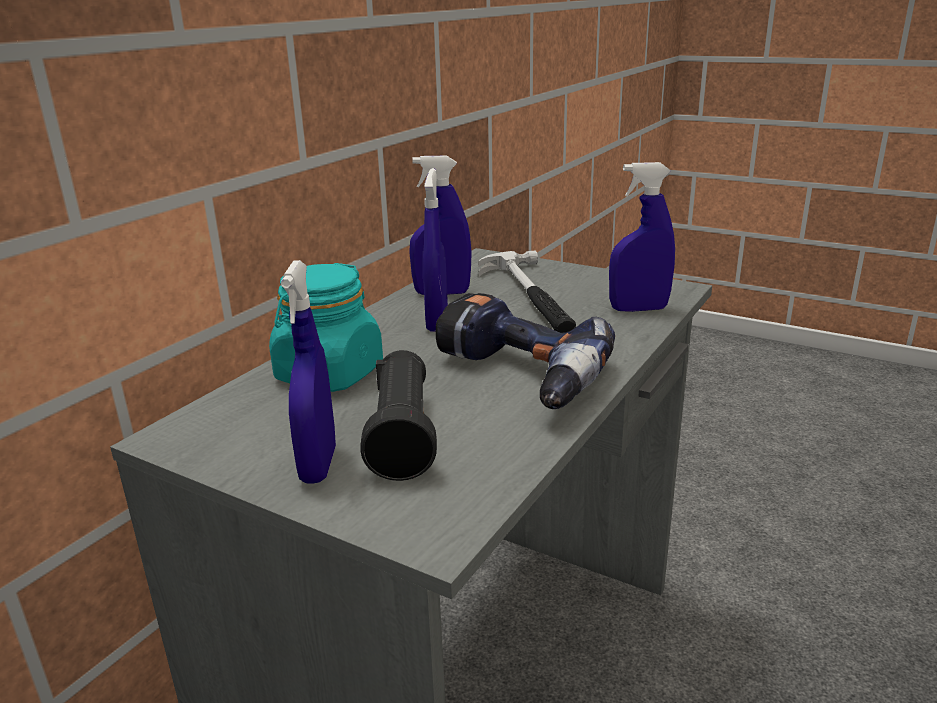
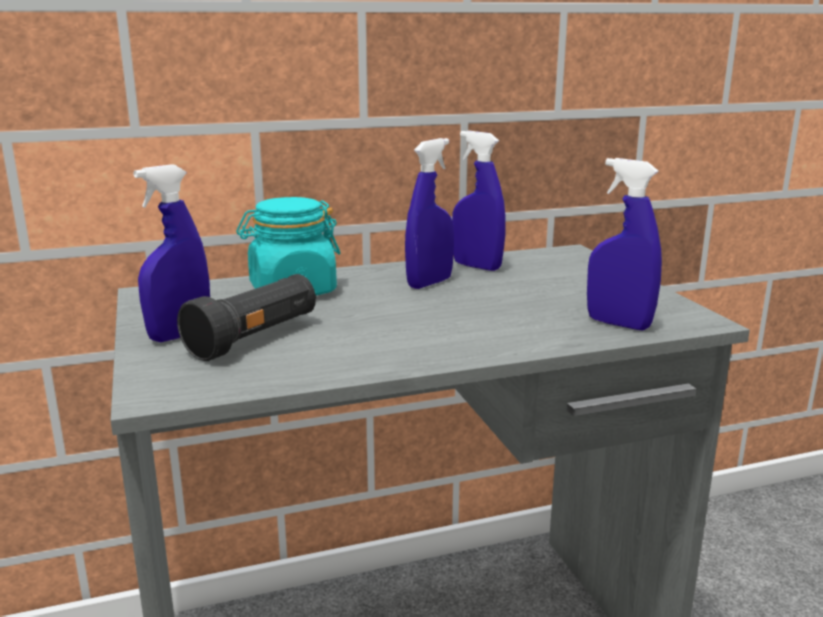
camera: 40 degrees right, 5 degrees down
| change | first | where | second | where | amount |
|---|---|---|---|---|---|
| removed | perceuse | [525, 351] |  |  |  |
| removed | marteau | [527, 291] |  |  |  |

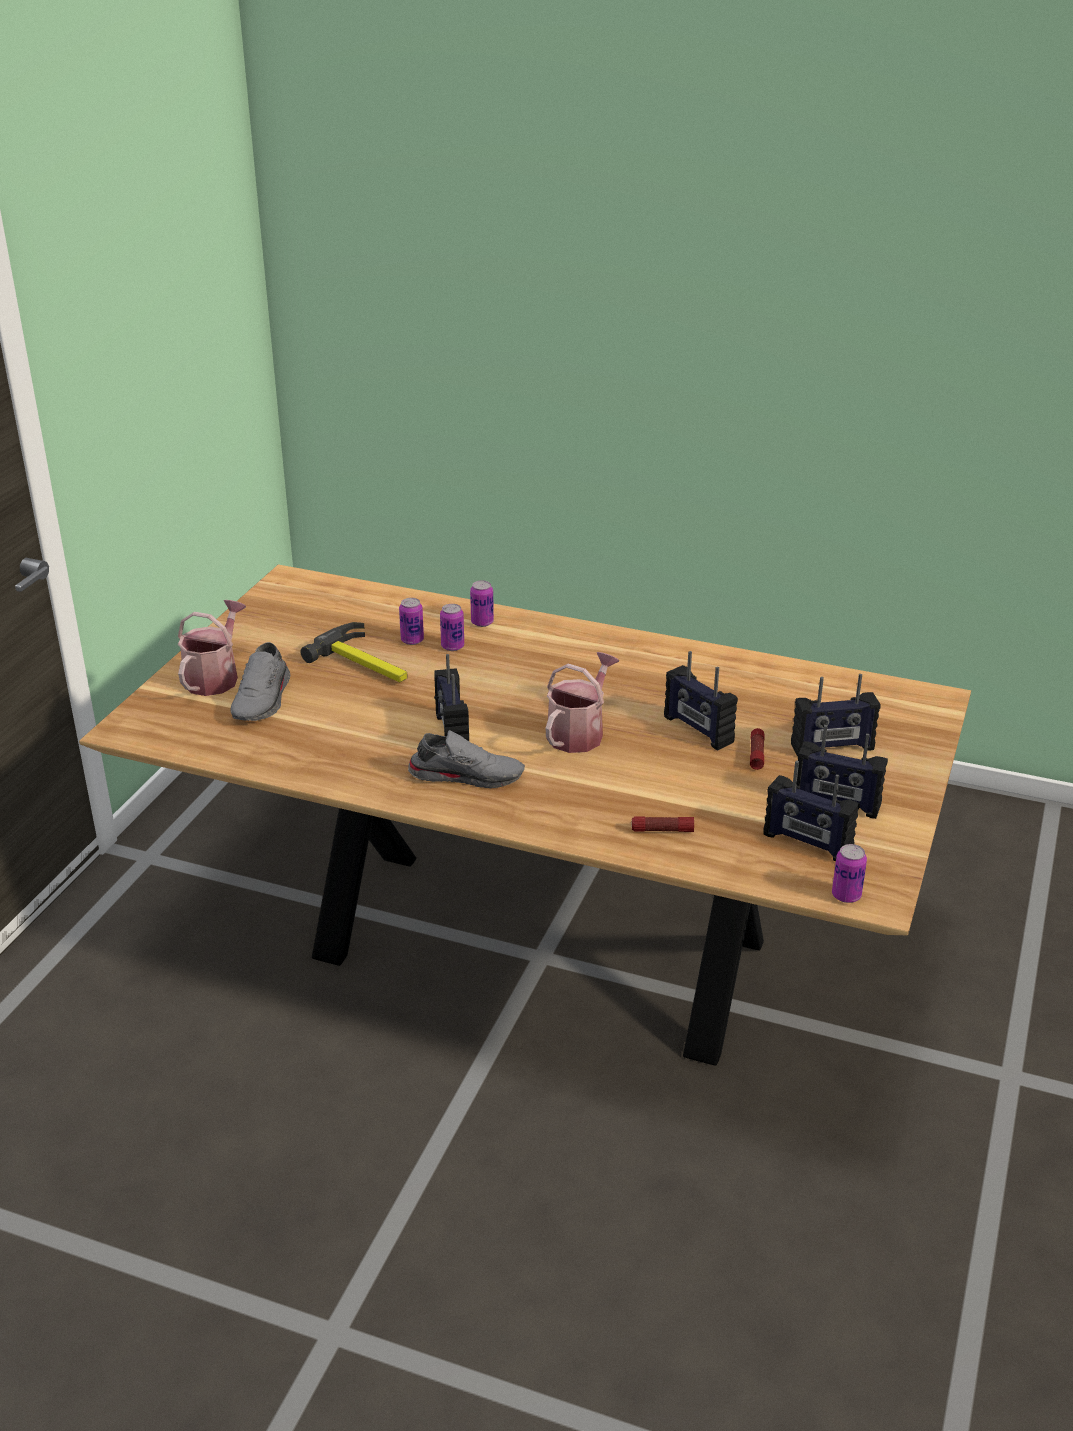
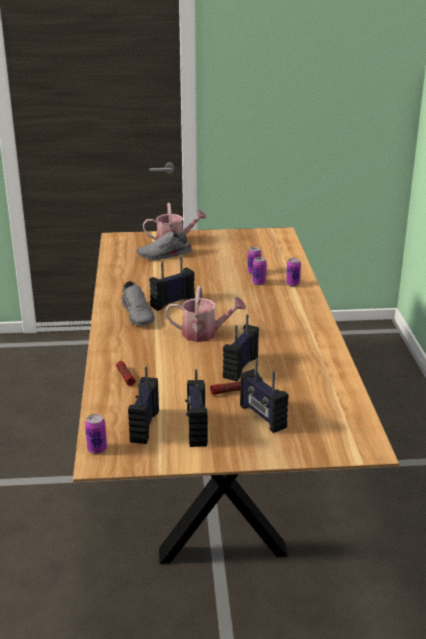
camera: 65 degrees right, 5 degrees down
| change | first | where | second | where | amount |
|---|---|---|---|---|---|
| removed | marteau | [354, 652] |  |  |  |

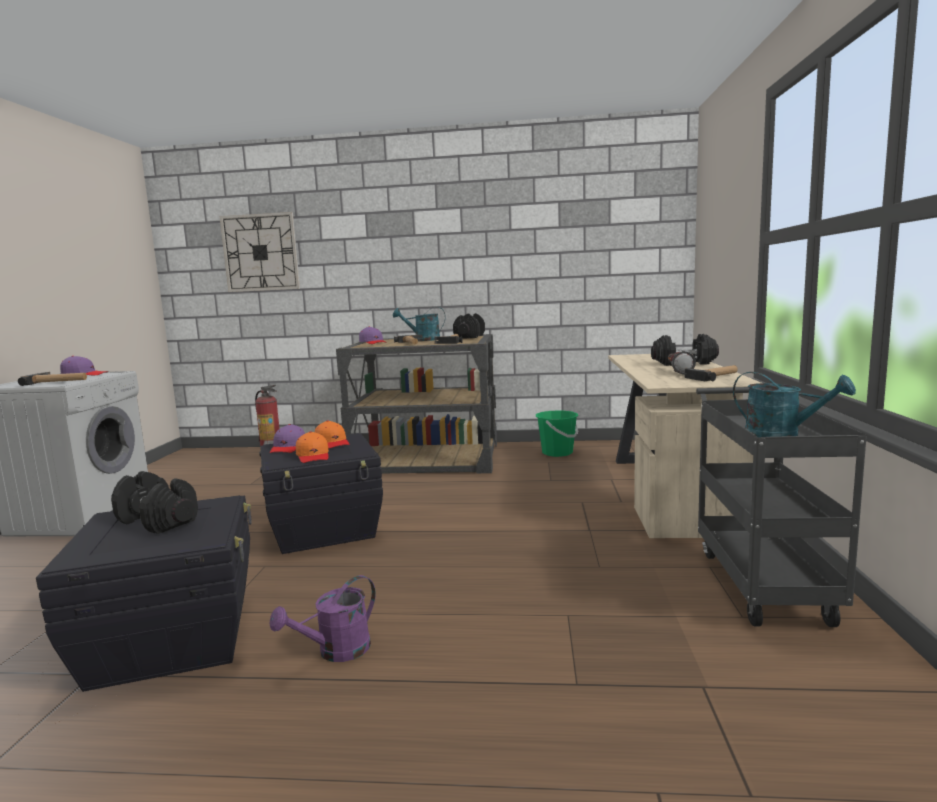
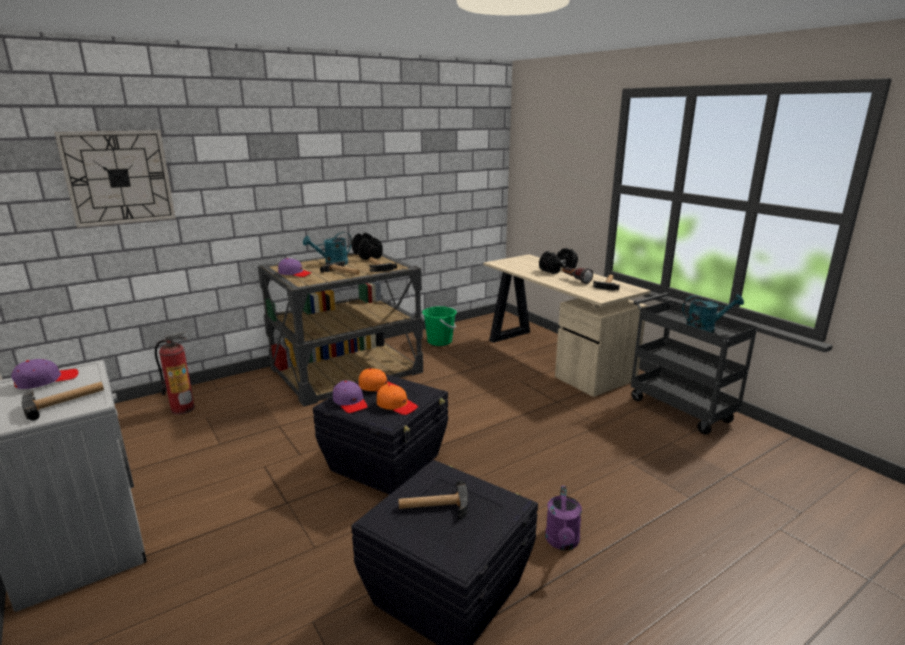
camera: 40 degrees left, 10 degrees up
| change | first | where | second | where | amount |
|---|---|---|---|---|---|
| replaced | haltère [noir] | [154, 502] | marteau | [433, 500] |  |

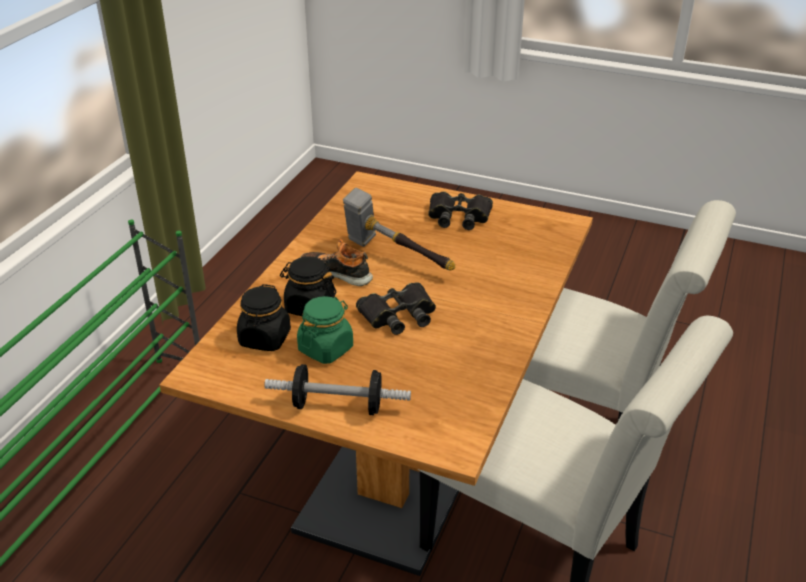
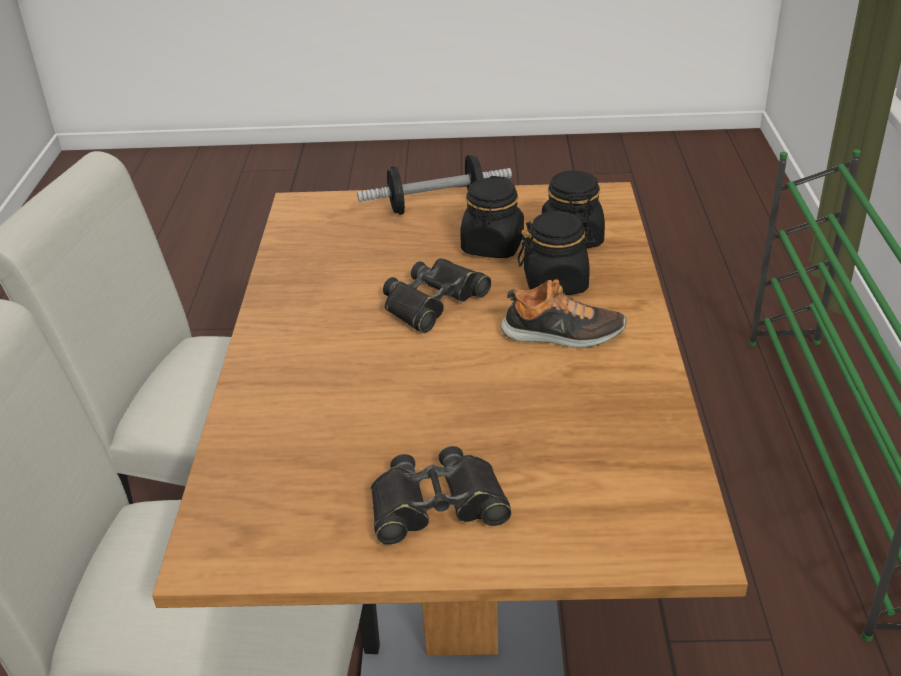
camera: 160 degrees right, 0 degrees up
| change | first | where | second | where | amount |
|---|---|---|---|---|---|
| removed | marteau | [399, 229] |  |  |  |
| recoloured | bocal [vert] | [325, 330] | bocal [noir] | [492, 217] |  |

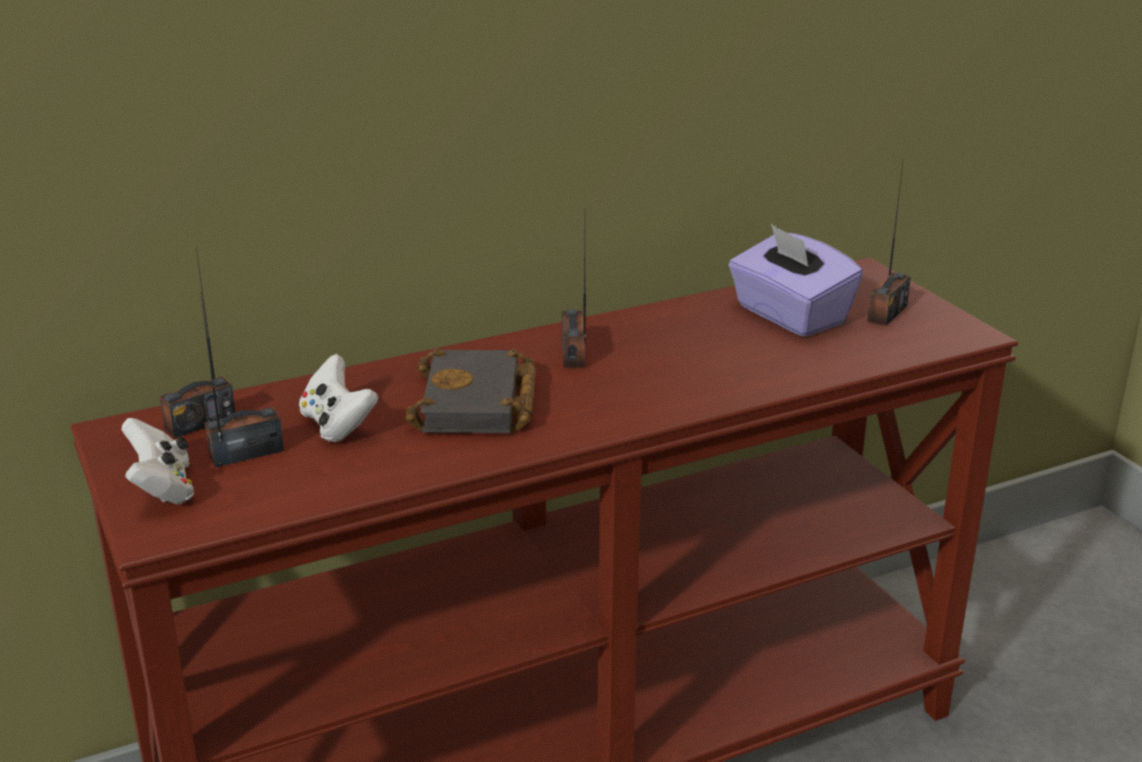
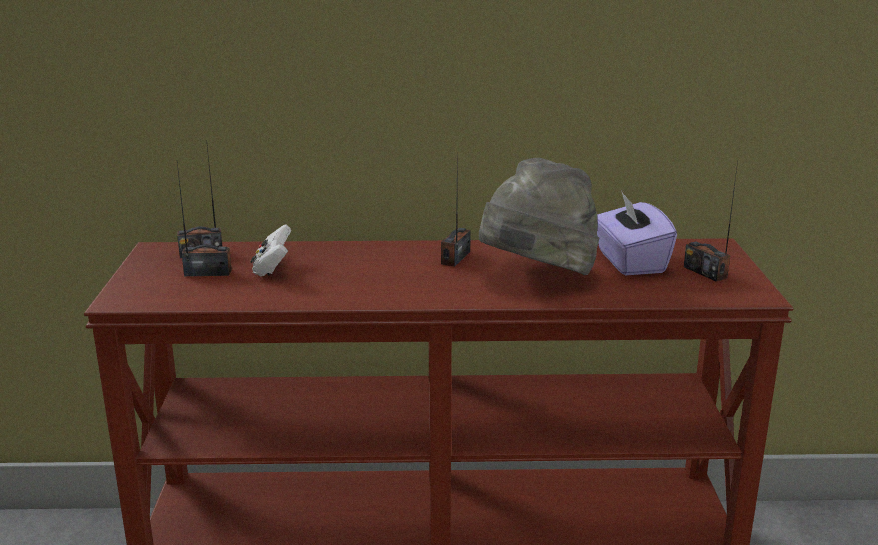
camera: 25 degrees right, 5 degrees down
| change | first | where | second | where | amount |
|---|---|---|---|---|---|
| removed | manette [blanc] | [157, 461] |  |  |  |
| removed | livre [noir] | [470, 391] |  |  |  |
| added |  |  | chapeau [gris] | [539, 216] |  |
| turned | radio | [889, 244] |  | [711, 221] | 90 degrees clockwise |

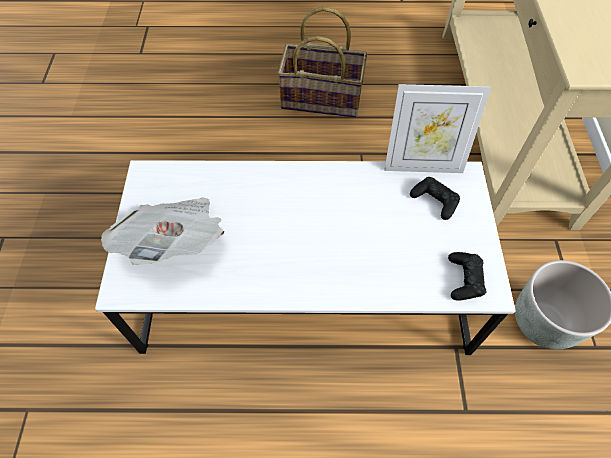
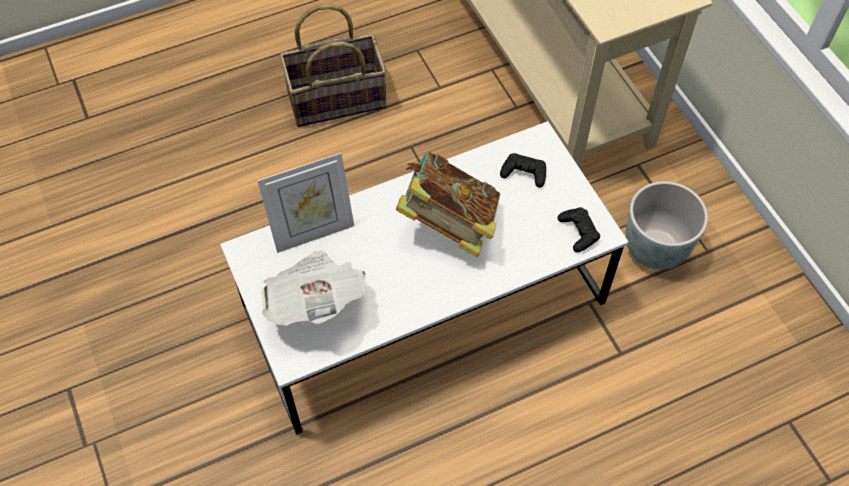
camera: 25 degrees left, 0 degrees up
| change | first | where | second | where | amount |
|---|---|---|---|---|---|
| added |  |  | livre | [448, 204] |  |
| moved | cadre photo | [437, 128] |  | [305, 203] |  |

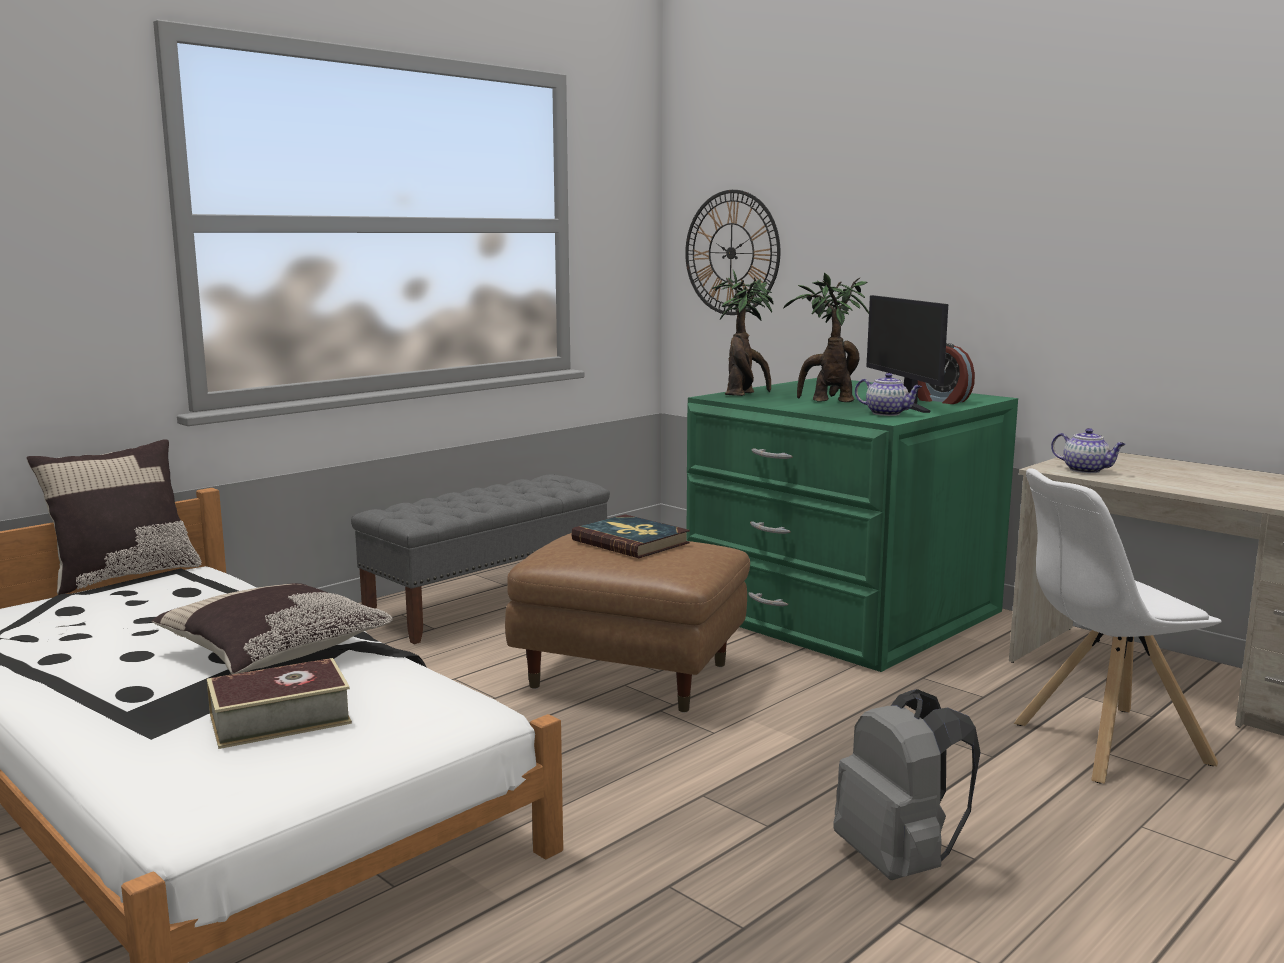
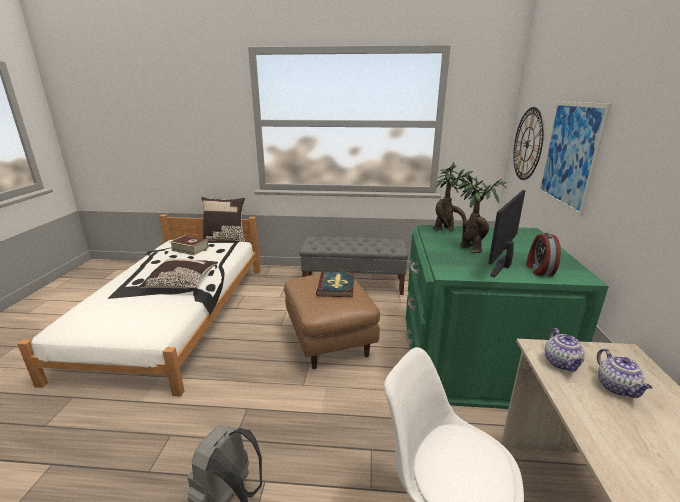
camera: 50 degrees right, 10 degrees up
| change | first | where | second | where | amount |
|---|---|---|---|---|---|
| added |  |  | tableau | [575, 159] |  |
| moved | livre | [279, 703] |  | [189, 245] |  |
| moved | théière | [888, 394] |  | [624, 373] |  |

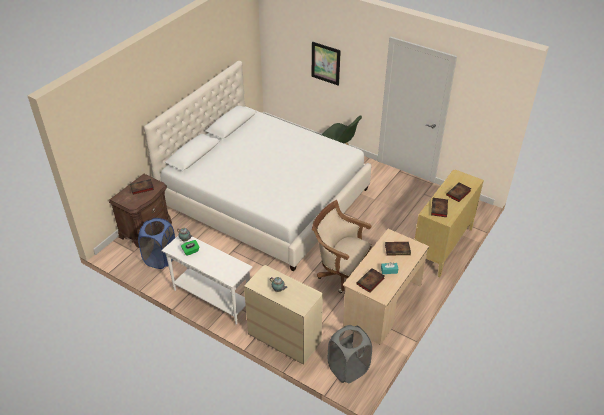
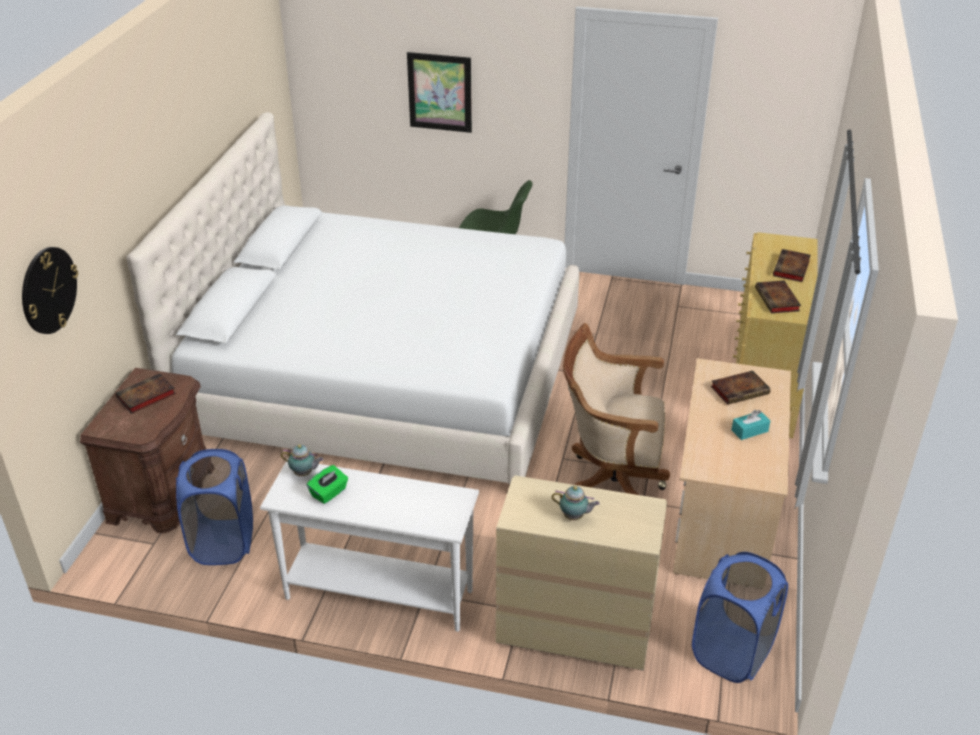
camera: 20 degrees left, 5 degrees down
| change | first | where | second | where | amount |
|---|---|---|---|---|---|
| removed | livre | [370, 280] |  |  |  |
| added |  |  | horloge murale | [50, 290] |  |
| recoloured | panier à linge [gris] | [350, 354] | panier à linge [bleu] | [740, 617] |  |

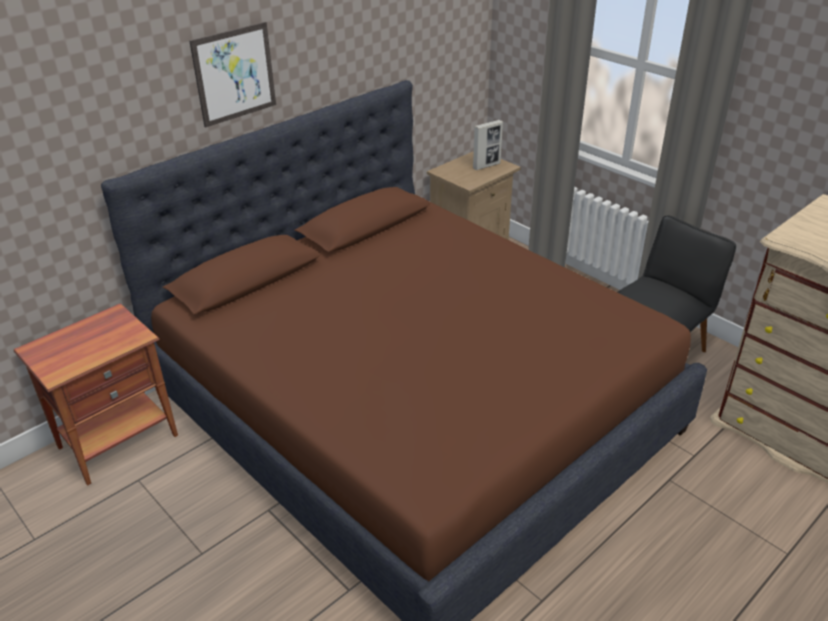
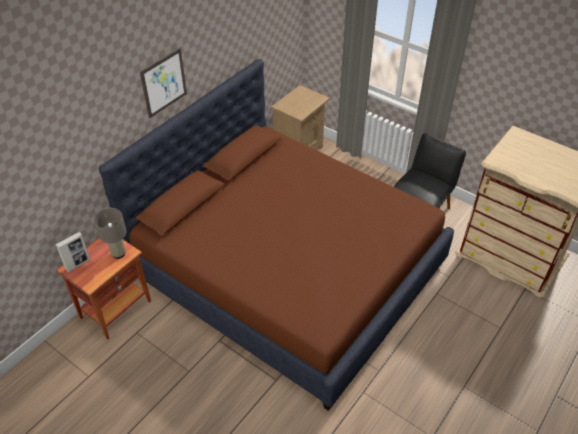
camera: 10 degrees left, 10 degrees up
| change | first | where | second | where | amount |
|---|---|---|---|---|---|
| added |  |  | lampe de table [gris] | [110, 233] |  |
| moved | cadre photo | [488, 145] |  | [72, 252] |  |

